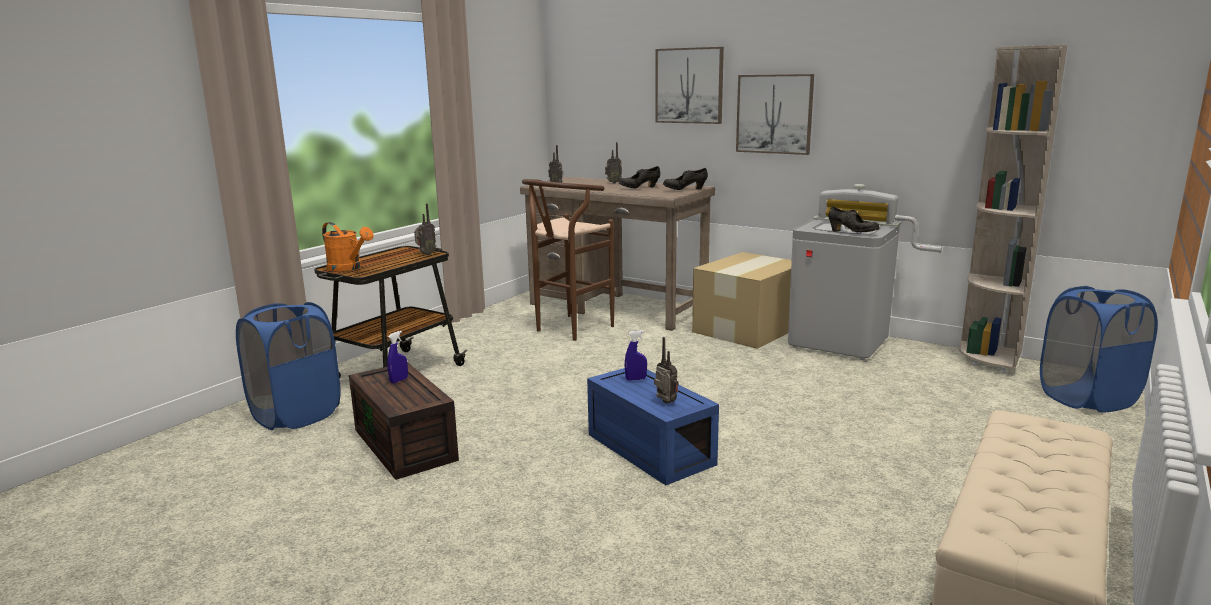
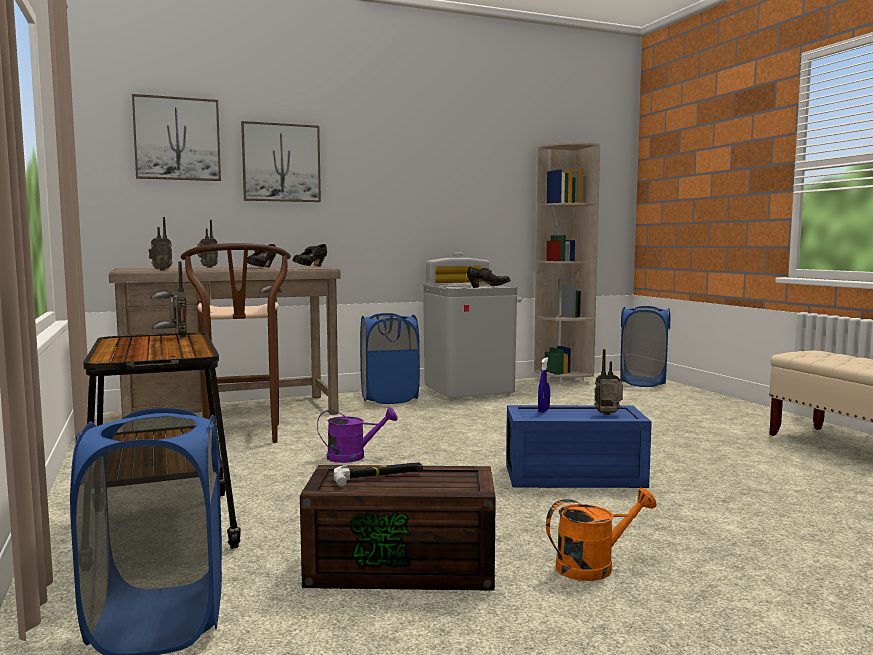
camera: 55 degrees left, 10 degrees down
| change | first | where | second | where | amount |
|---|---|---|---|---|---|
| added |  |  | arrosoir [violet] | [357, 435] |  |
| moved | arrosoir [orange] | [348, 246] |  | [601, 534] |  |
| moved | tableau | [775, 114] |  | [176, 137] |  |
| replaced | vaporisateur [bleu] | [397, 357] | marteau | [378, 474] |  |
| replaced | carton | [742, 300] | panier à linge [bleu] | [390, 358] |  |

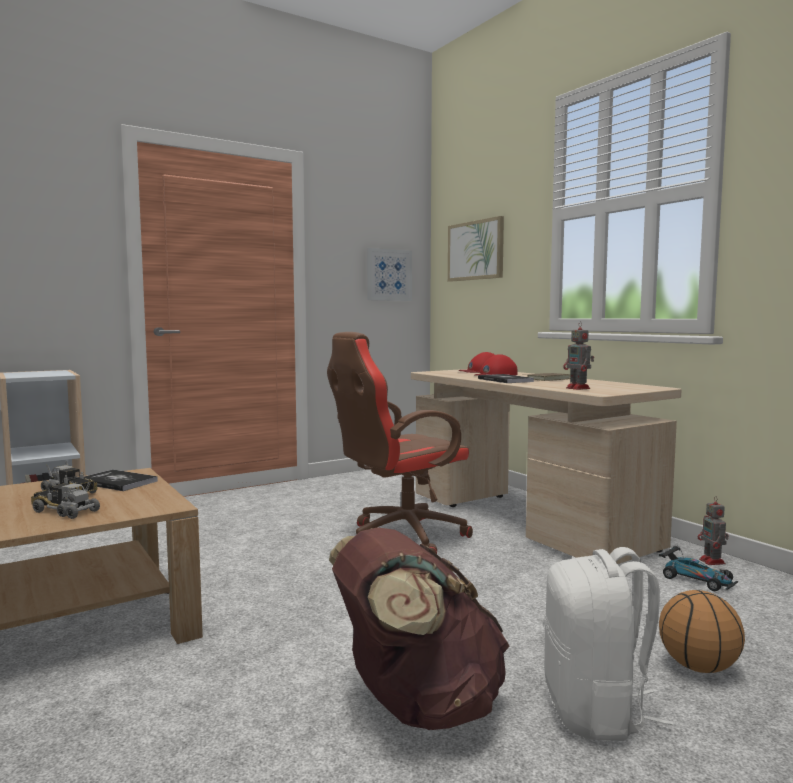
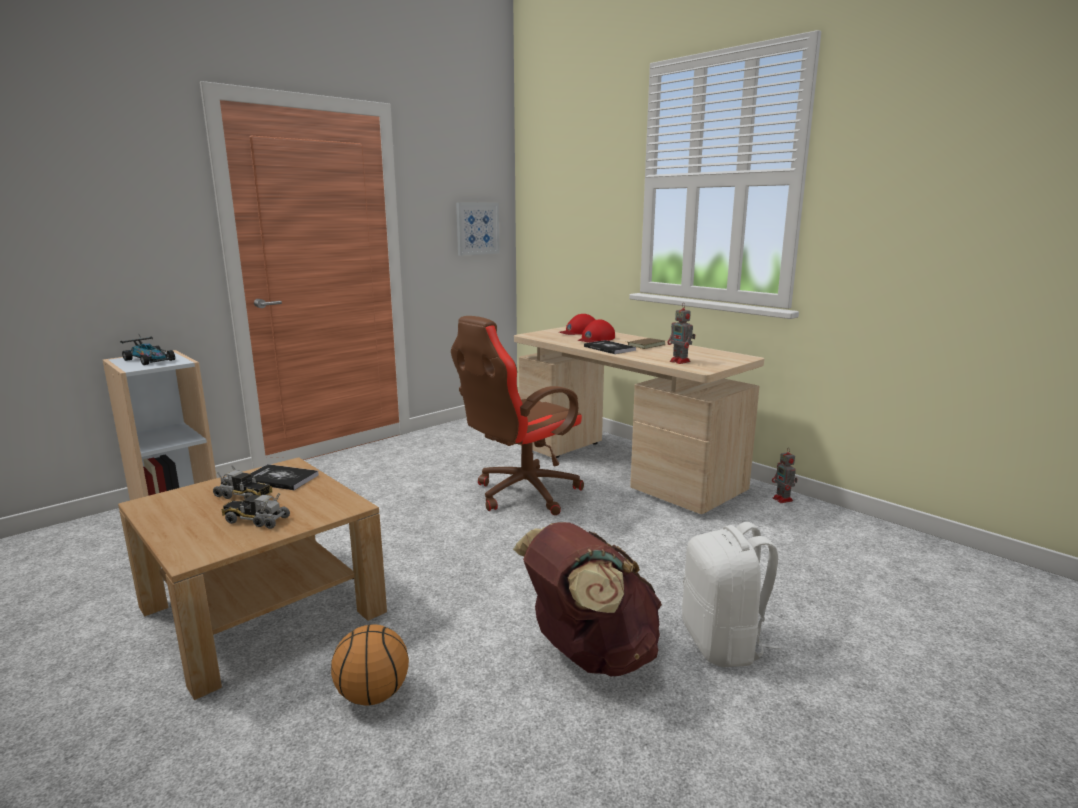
camera: 10 degrees left, 10 degrees up
| change | first | where | second | where | amount |
|---|---|---|---|---|---|
| removed | tableau | [476, 249] |  |  |  |
| moved | petite voiture | [698, 568] |  | [147, 350] |  |
| moved | ballon de basket | [702, 631] |  | [370, 665] |  |

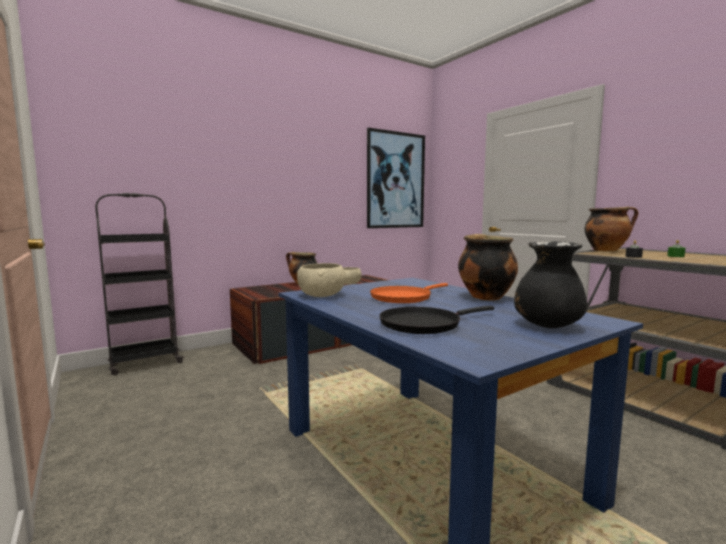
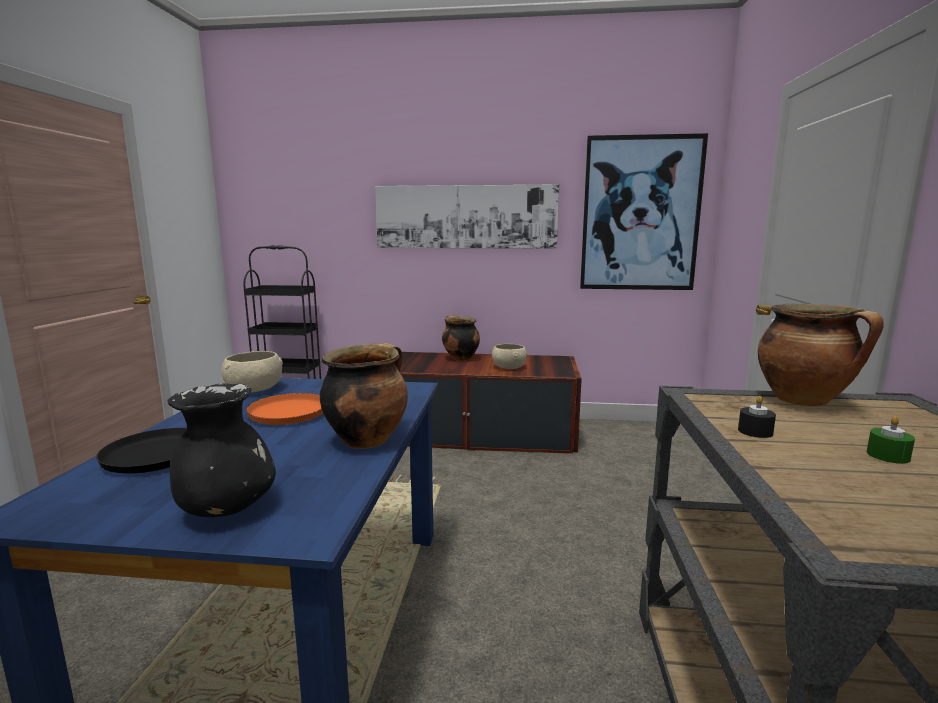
camera: 40 degrees right, 5 degrees up
| change | first | where | second | where | amount |
|---|---|---|---|---|---|
| added |  |  | tableau | [467, 216] |  |

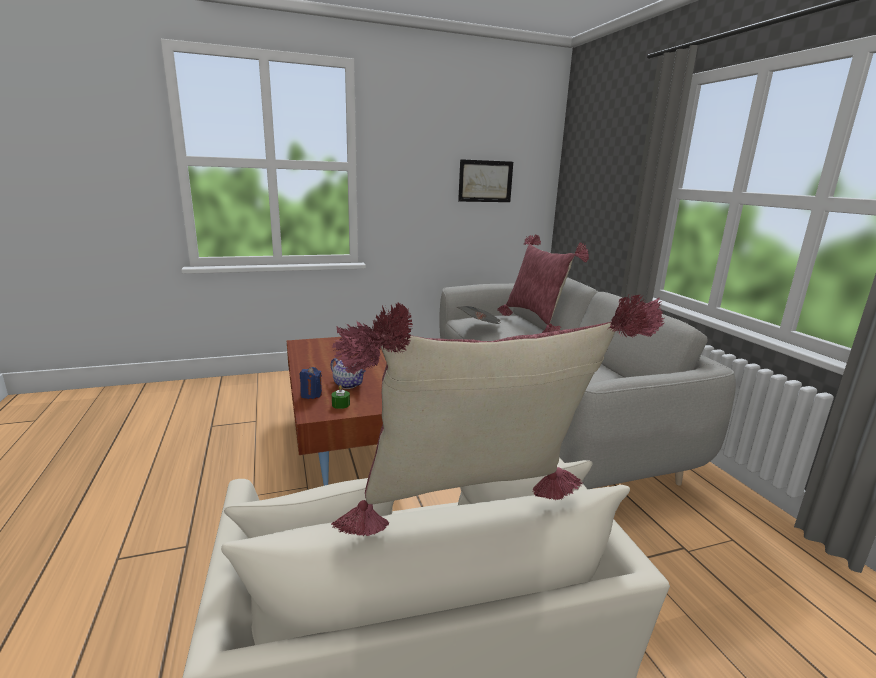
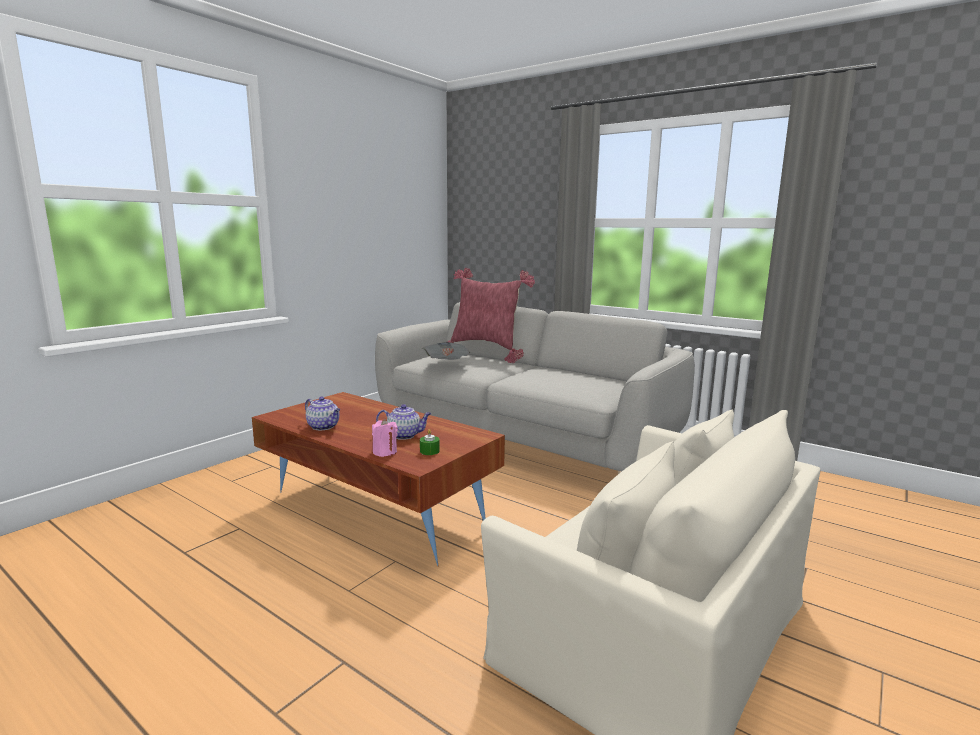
camera: 35 degrees left, 5 degrees down
| change | first | where | second | where | amount |
|---|---|---|---|---|---|
| removed | coussin [rouge] | [497, 415] |  |  |  |
| removed | tableau | [485, 180] |  |  |  |
| added |  |  | théière | [322, 413] |  |
| recoloured | bougie [bleu] | [310, 383] | bougie [rose] | [385, 438] |  |

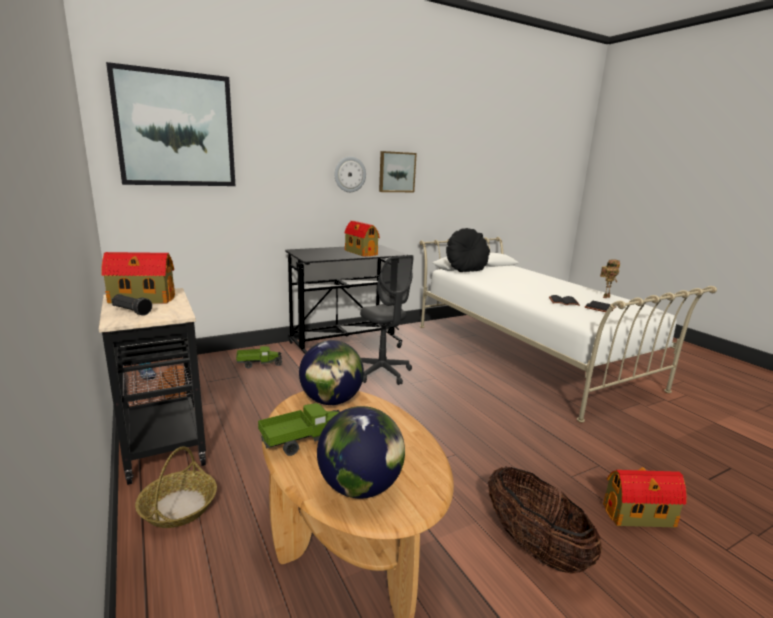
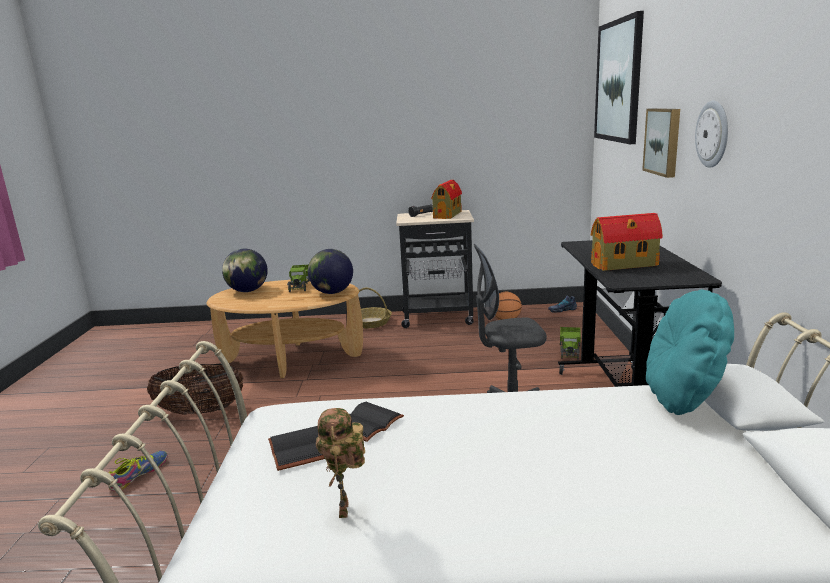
camera: 120 degrees right, 0 degrees up
| change | first | where | second | where | amount |
|---|---|---|---|---|---|
| moved | tableau | [398, 171] |  | [661, 143] |  |
| replaced | maison miniature | [645, 497] | chaussure | [138, 471] |  |
| recoloured | coussin [noir] | [468, 250] | coussin [turquoise] | [690, 352] |  |

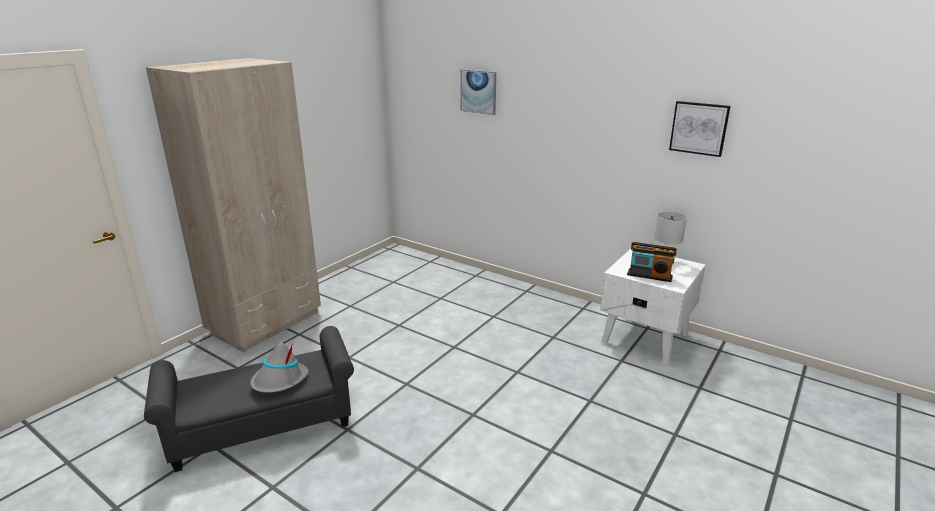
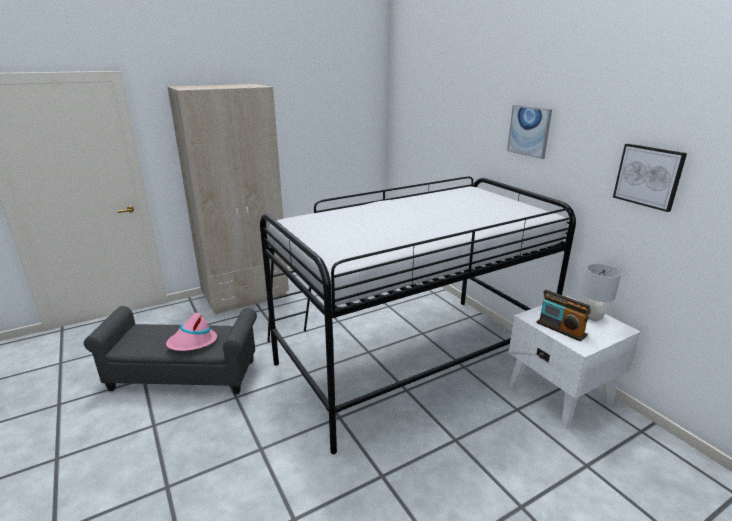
camera: 25 degrees right, 0 degrees up
| change | first | where | second | where | amount |
|---|---|---|---|---|---|
| added |  |  | lit [noir] | [418, 315] |  |
| moved | tableau | [478, 92] |  | [529, 132] |  |
| recoloured | chapeau [gris] | [279, 368] | chapeau [rose] | [191, 332] |  |

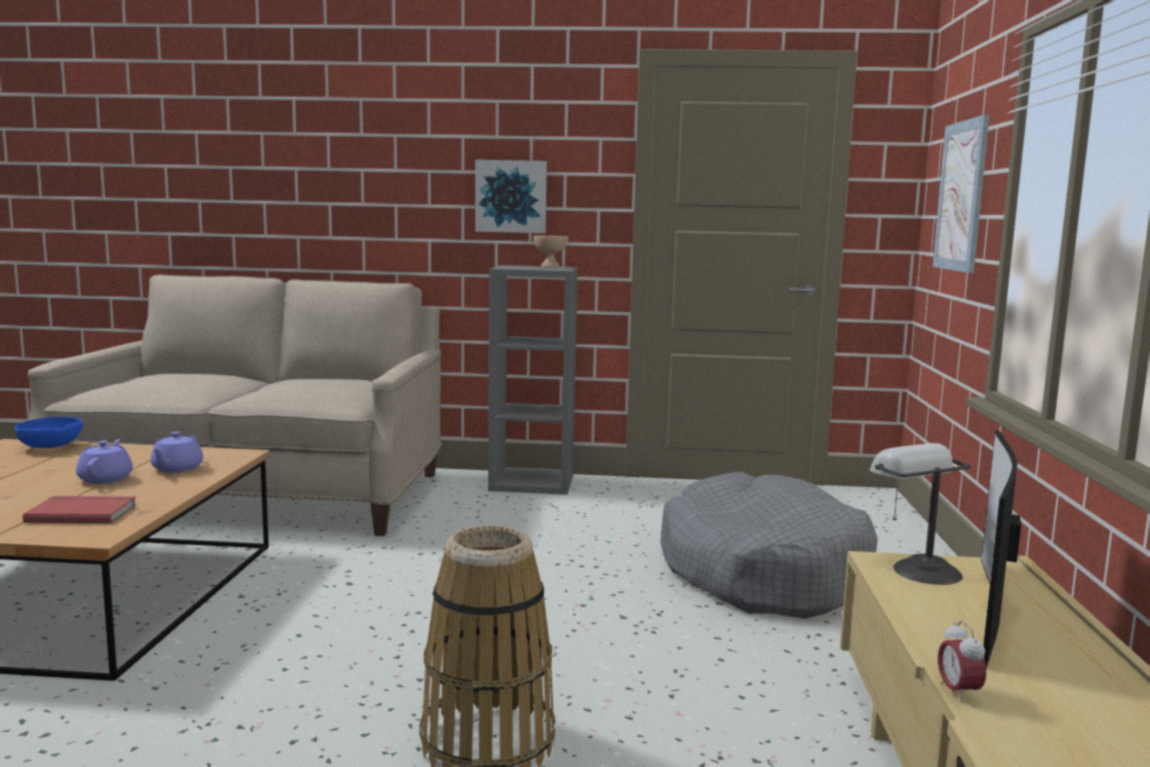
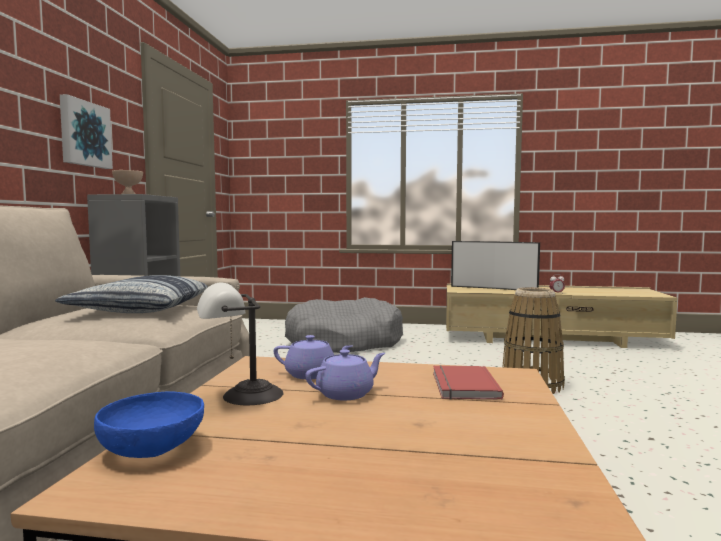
camera: 85 degrees left, 5 degrees down
| change | first | where | second | where | amount |
|---|---|---|---|---|---|
| removed | tableau | [961, 193] |  |  |  |
| added |  |  | coussin | [131, 294] |  |
| moved | lampe de table | [920, 514] |  | [240, 343] |  |
| turned | théière [violet] | [104, 461] |  | [345, 375] | 150 degrees clockwise |

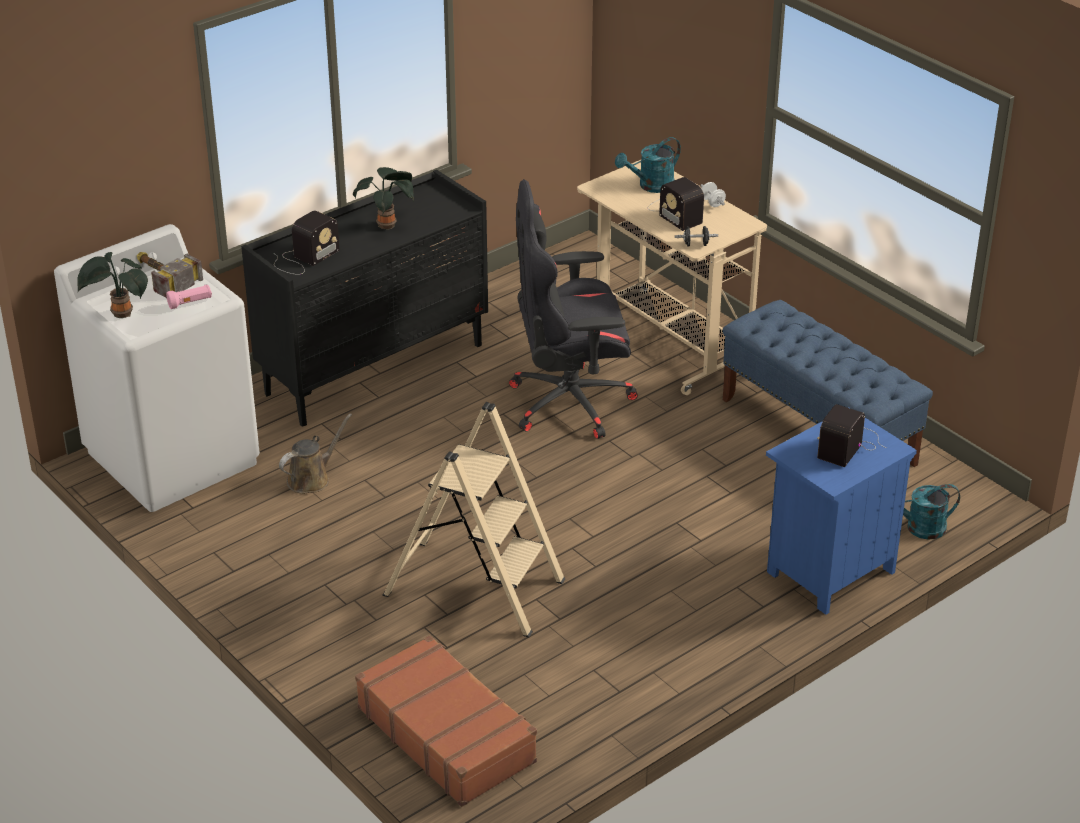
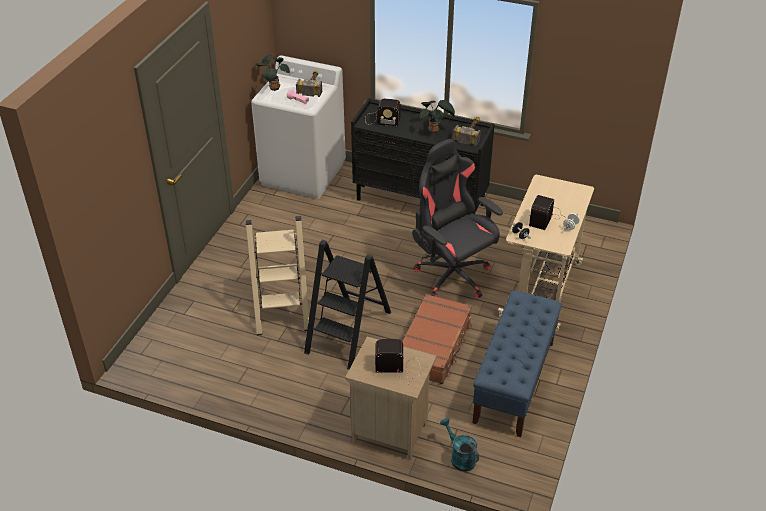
camera: 60 degrees right, 5 degrees up
| change | first | where | second | where | amount |
|---|---|---|---|---|---|
| removed | arrosoir [marron] | [315, 453] |  |  |  |
| removed | arrosoir [turquoise] | [648, 165] |  |  |  |
| added |  |  | escabeau [noir] | [347, 305] |  |
| added |  |  | marteau | [467, 132] |  |
| moved | valise [marron] | [446, 721] |  | [437, 339] |  |
| recoloured | table de chevet [bleu] | [841, 511] | table de chevet [beige] | [391, 398] |  |

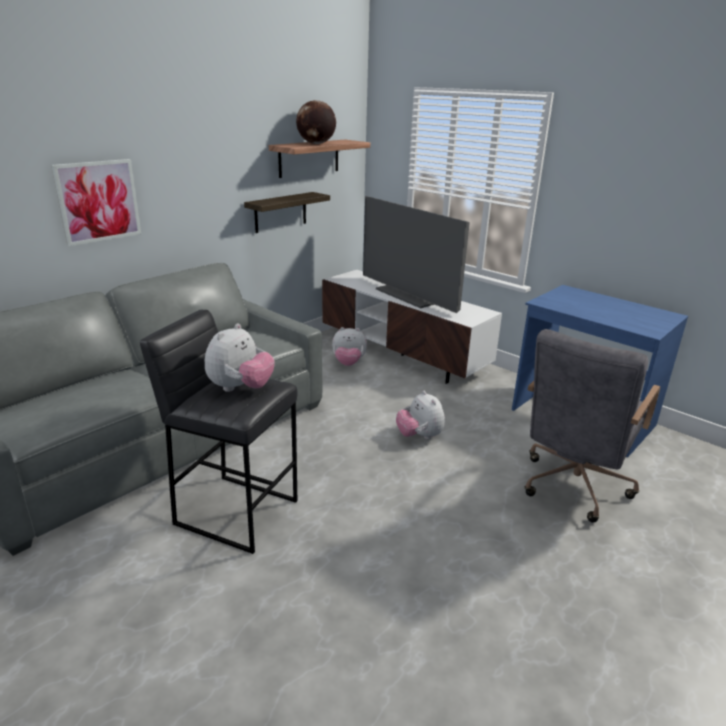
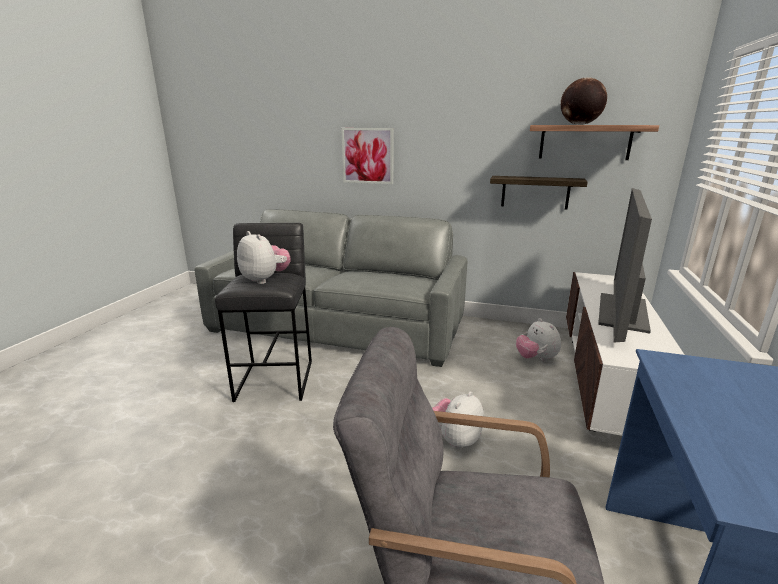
camera: 65 degrees right, 5 degrees down
| change | first | where | second | where | amount |
|---|---|---|---|---|---|
| turned | peluche | [240, 357] |  | [264, 257] | 135 degrees counterclockwise |

